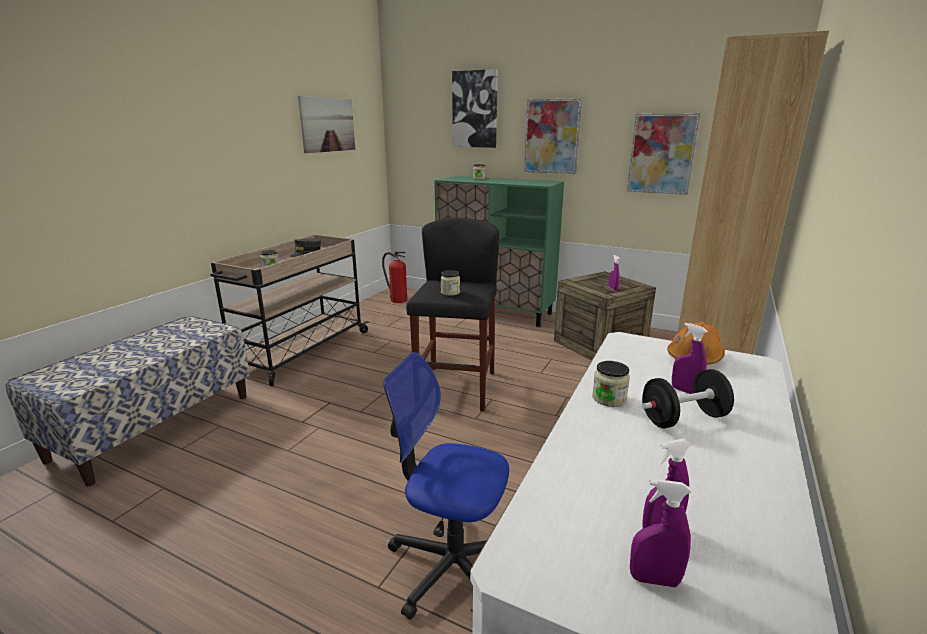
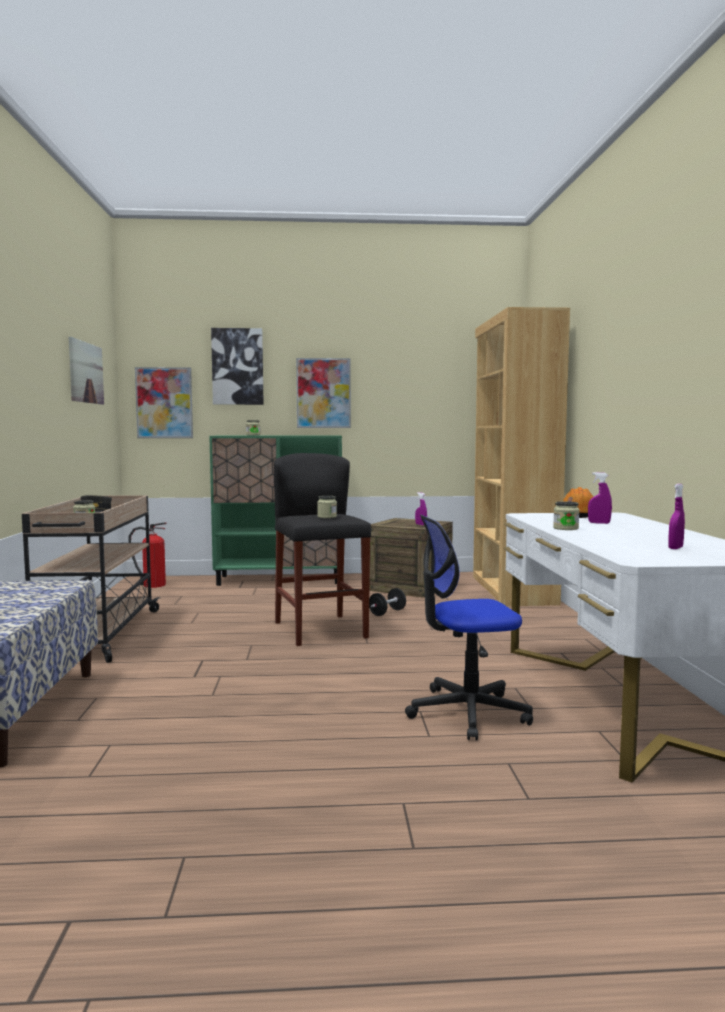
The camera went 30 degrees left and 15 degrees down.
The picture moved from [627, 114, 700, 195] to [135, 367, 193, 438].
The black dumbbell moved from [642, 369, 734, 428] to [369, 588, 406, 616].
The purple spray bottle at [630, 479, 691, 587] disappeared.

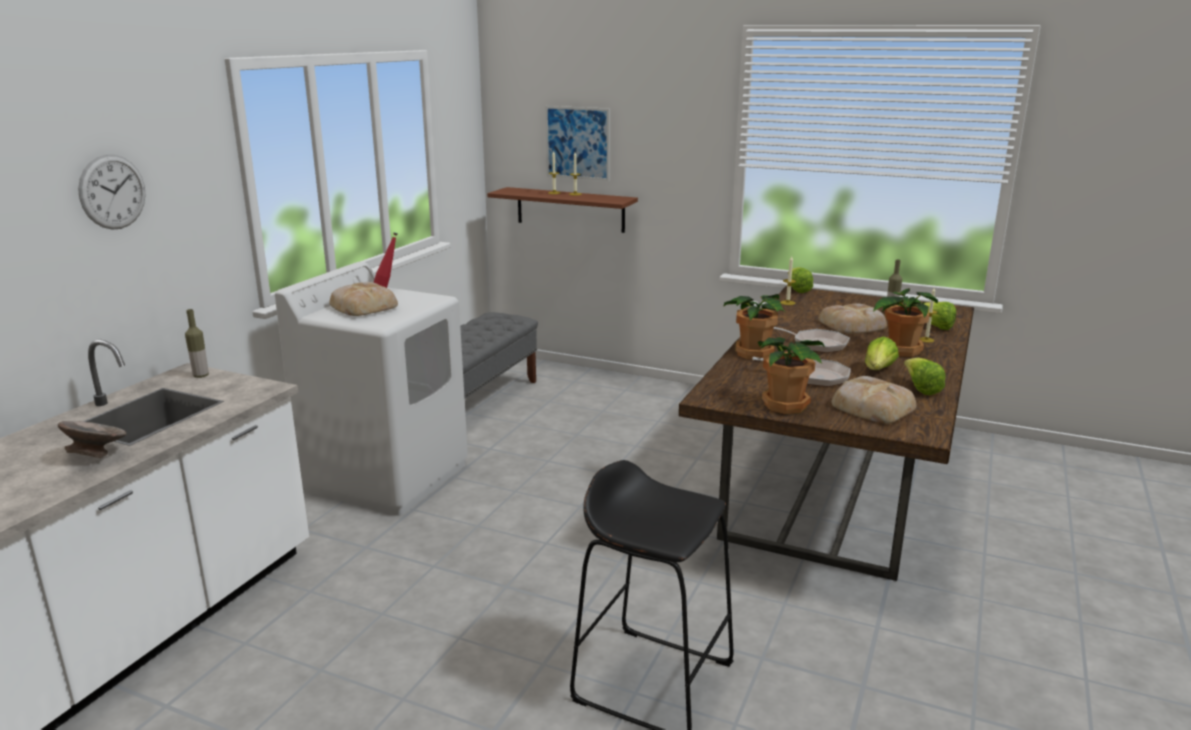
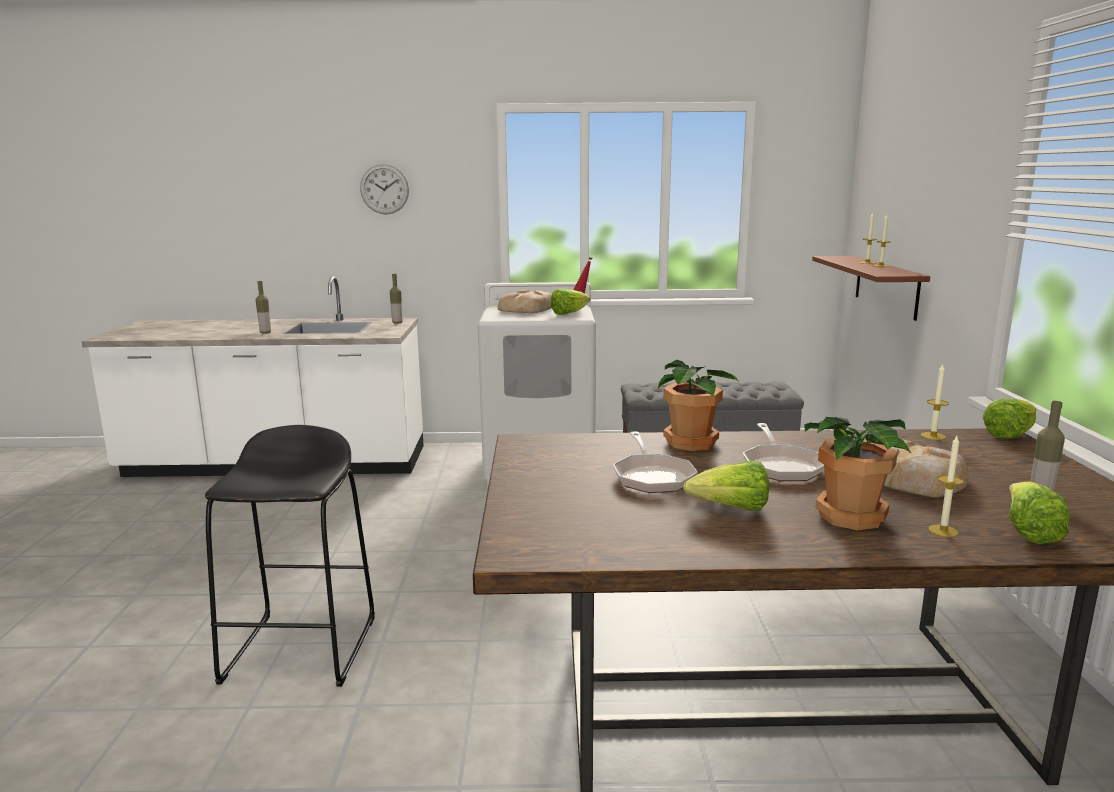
The camera went 65 degrees right and 5 degrees down.
The grey bowl at [58, 421, 126, 458] was replaced by the bottle at [256, 281, 271, 334].
The lettuce moved from [904, 358, 946, 395] to [551, 288, 590, 315].
The picture at [545, 106, 610, 181] disappeared.
The potted plant at [758, 337, 825, 414] disappeared.
The bread at [831, 376, 916, 424] disappeared.

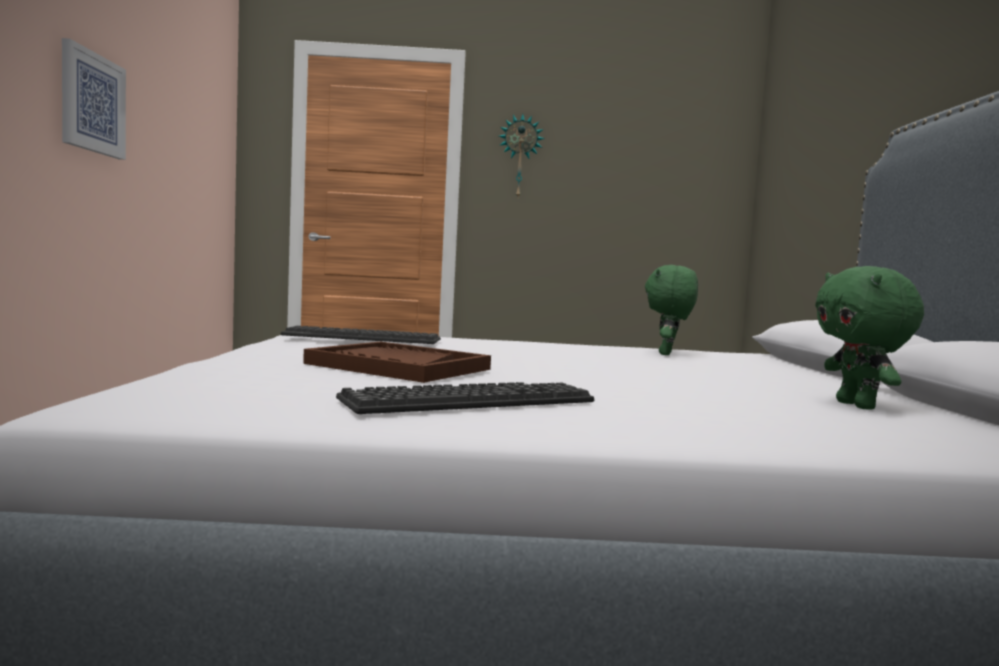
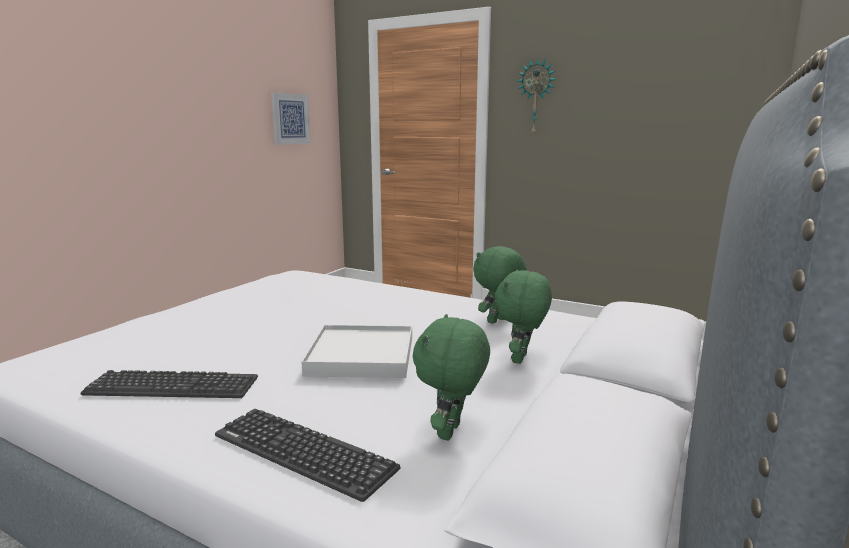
The camera went 30 degrees right and 10 degrees up.
The keyboard moved from [281, 326, 441, 344] to [215, 409, 401, 502].
The picture moved from [62, 38, 126, 160] to [271, 92, 311, 145].
The white tray at [301, 325, 412, 378] appeared.
The green plush toy at [495, 270, 552, 364] appeared.
The brown tray at [303, 342, 491, 383] disappeared.

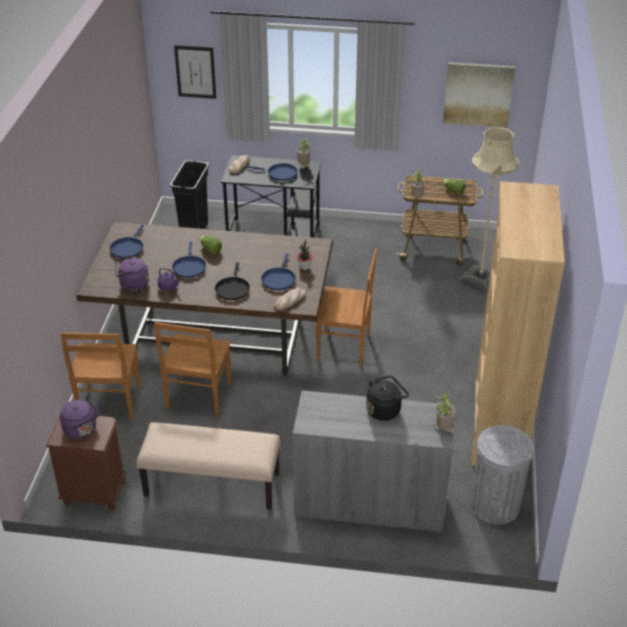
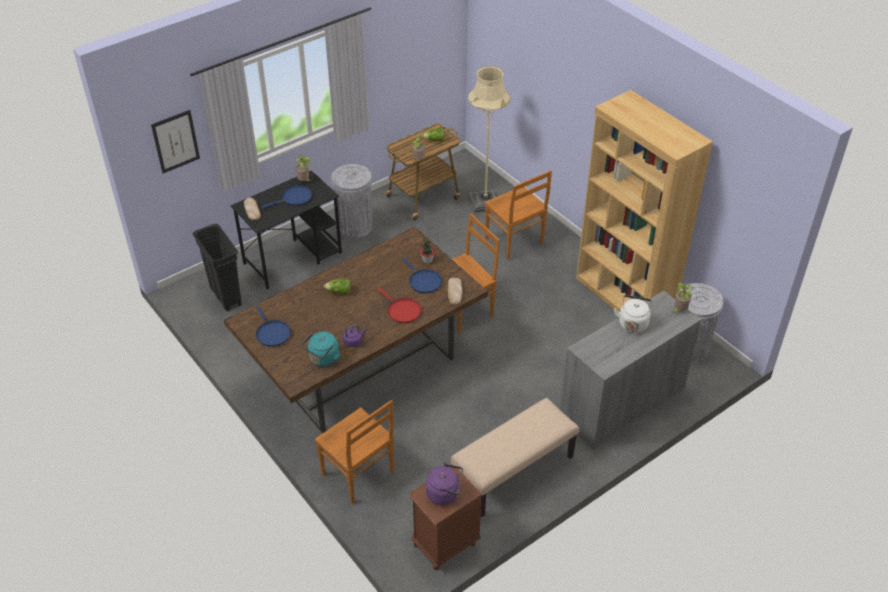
The camera went 45 degrees left and 5 degrees up.
The purple kettle at [115, 255, 149, 291] became the turquoise kettle at [301, 332, 340, 367].
The grey trash can at [331, 164, 372, 238] appeared.
The black frying pan at [215, 262, 250, 300] became the red frying pan at [377, 288, 421, 323].
The brown chair moved from [154, 322, 231, 416] to [485, 170, 552, 260].
The black kettle at [366, 375, 409, 421] became the white kettle at [614, 295, 652, 333].
The blue frying pan at [172, 242, 206, 278] disappeared.
The picture at [443, 62, 515, 127] disappeared.

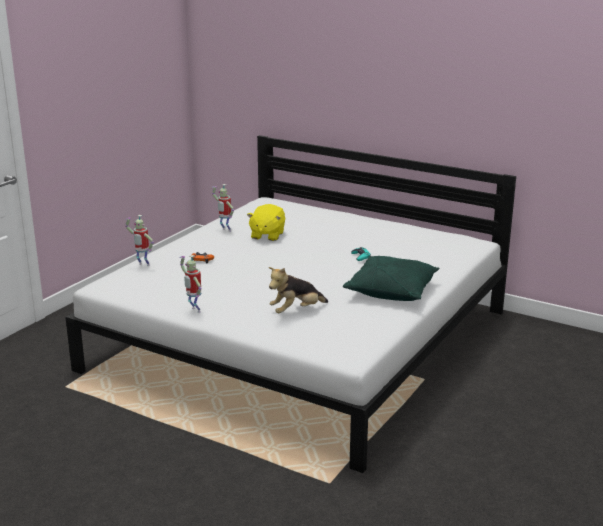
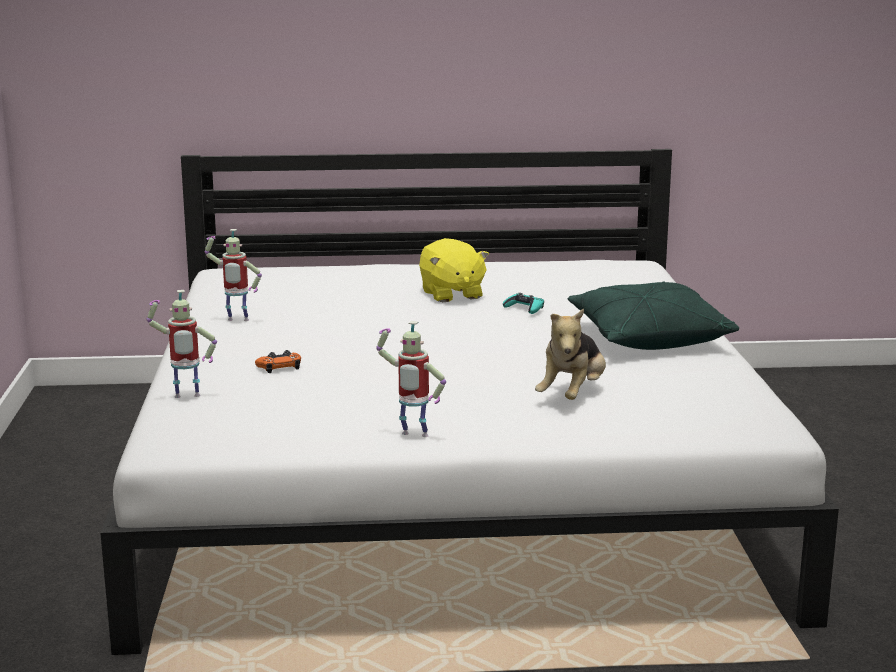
The camera went 35 degrees left and 5 degrees down.
The yellow plush toy moved from [247, 204, 285, 241] to [419, 238, 489, 302].

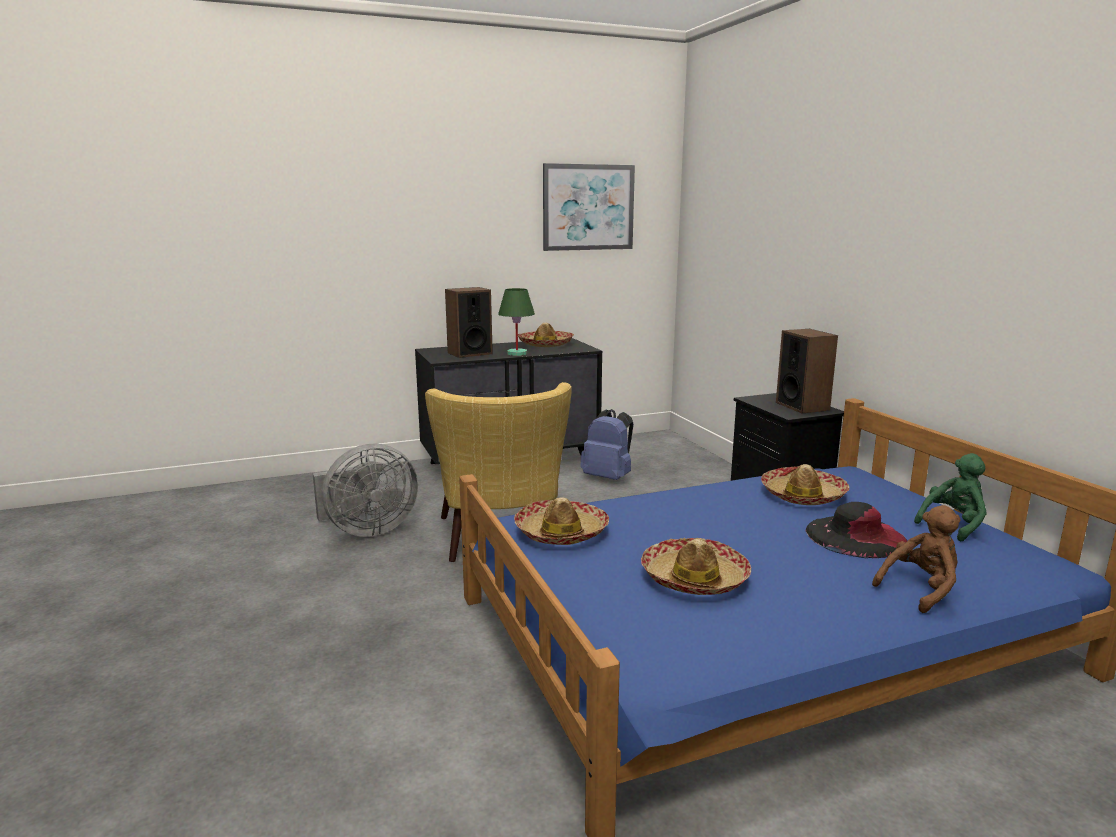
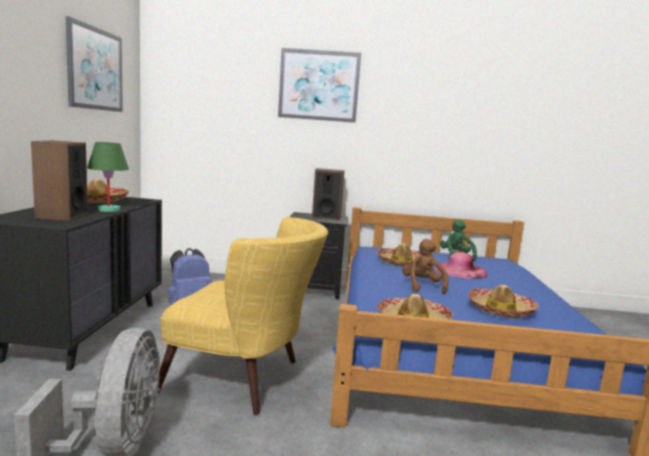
The camera went 65 degrees left and 5 degrees down.
The picture at [278, 48, 361, 123] appeared.
The brown plush toy moved from [872, 505, 961, 613] to [402, 239, 449, 294].
The black hat at [806, 502, 907, 558] became the pink hat at [434, 252, 487, 279].

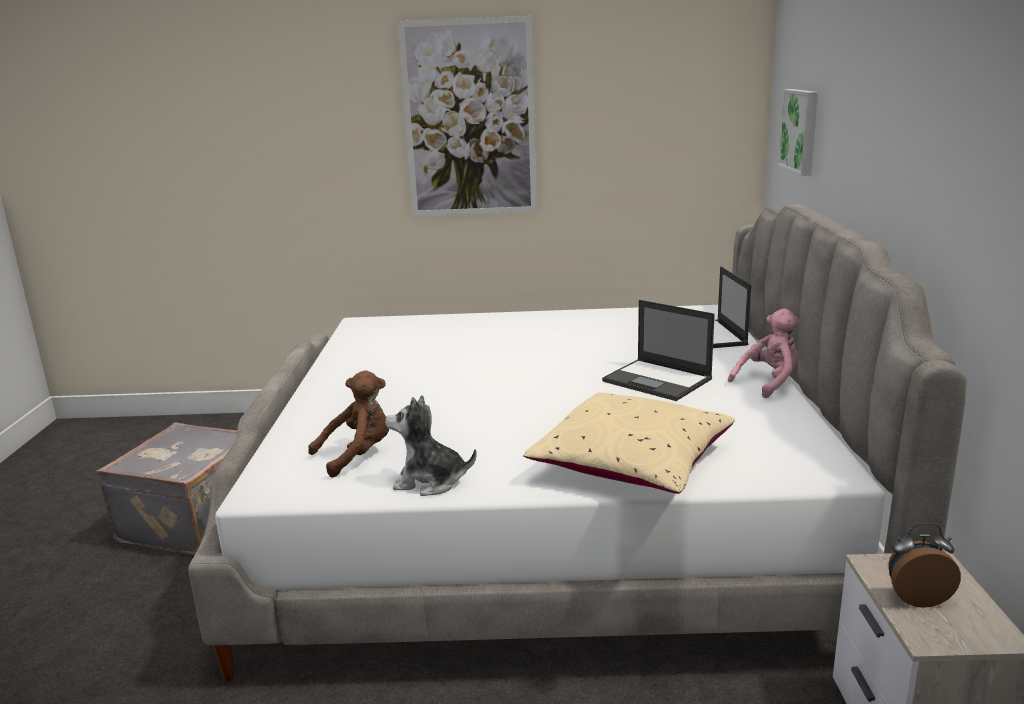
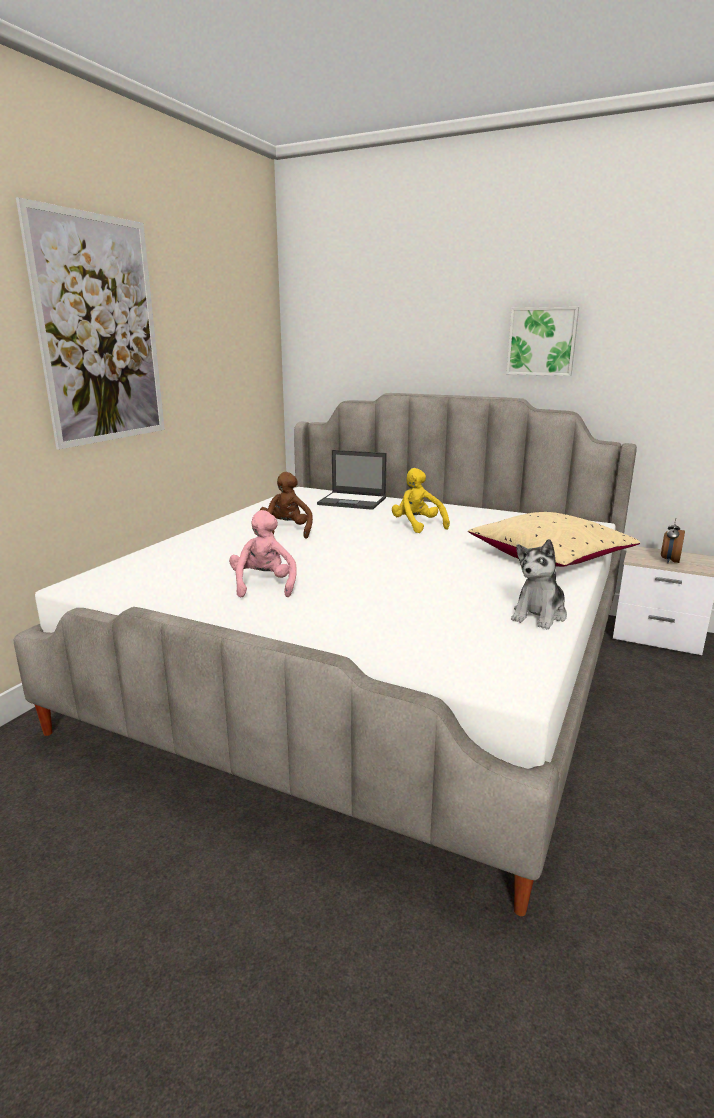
The camera went 65 degrees left and 0 degrees up.
The pink plush toy moved from [728, 309, 799, 398] to [229, 510, 297, 597].
The brown plush toy moved from [308, 370, 389, 478] to [260, 472, 313, 539].
The laptop at [602, 300, 715, 401] was replaced by the yellow plush toy at [392, 468, 450, 533].
The picture moved from [778, 89, 818, 176] to [506, 307, 579, 376].
The grey suitcase at [96, 423, 237, 555] disappeared.

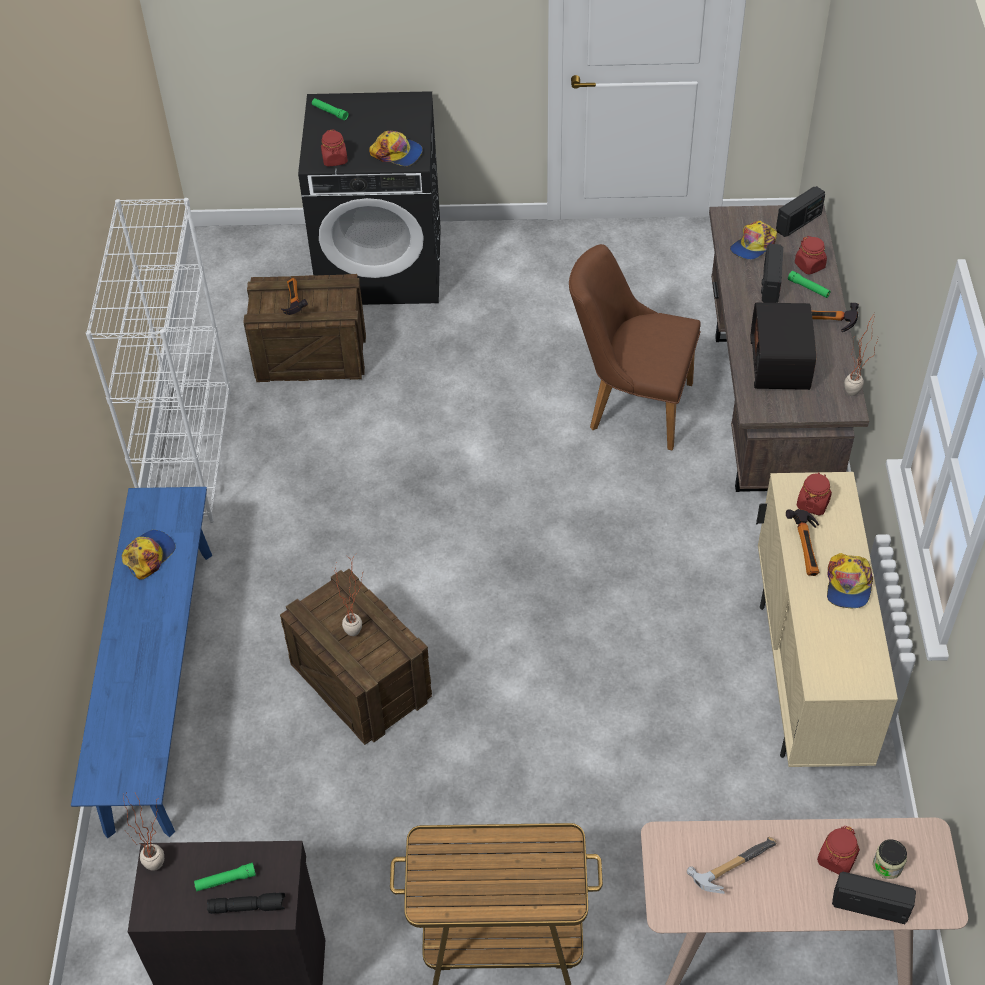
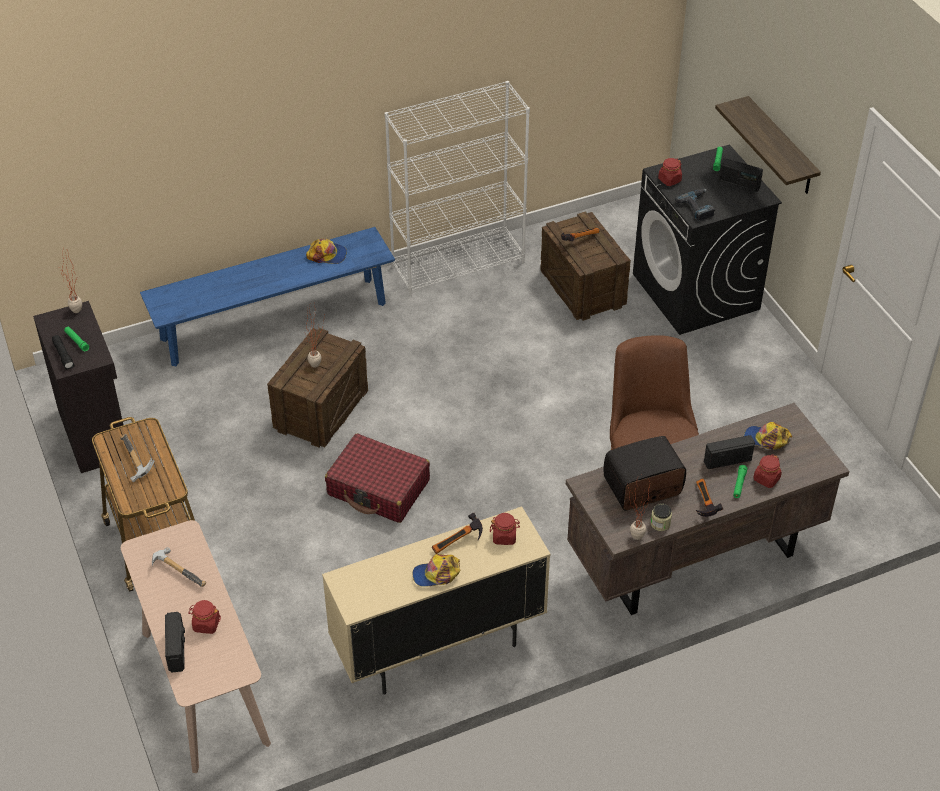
The camera went 65 degrees right and 5 degrees down.
The hammer at [120, 434, 155, 482] appeared.
The red suitcase at [325, 433, 430, 523] appeared.
The jar moved from [873, 839, 907, 879] to [651, 503, 672, 531].
The cap at [369, 131, 423, 166] was replaced by the power drill at [675, 189, 715, 221].
The shelf at [715, 96, 821, 194] appeared.
The radio moved from [776, 186, 825, 237] to [719, 158, 763, 192].

